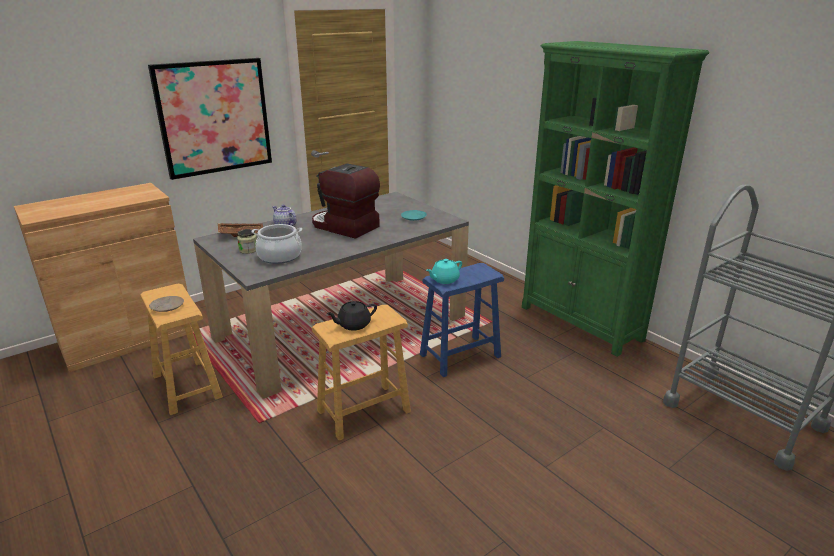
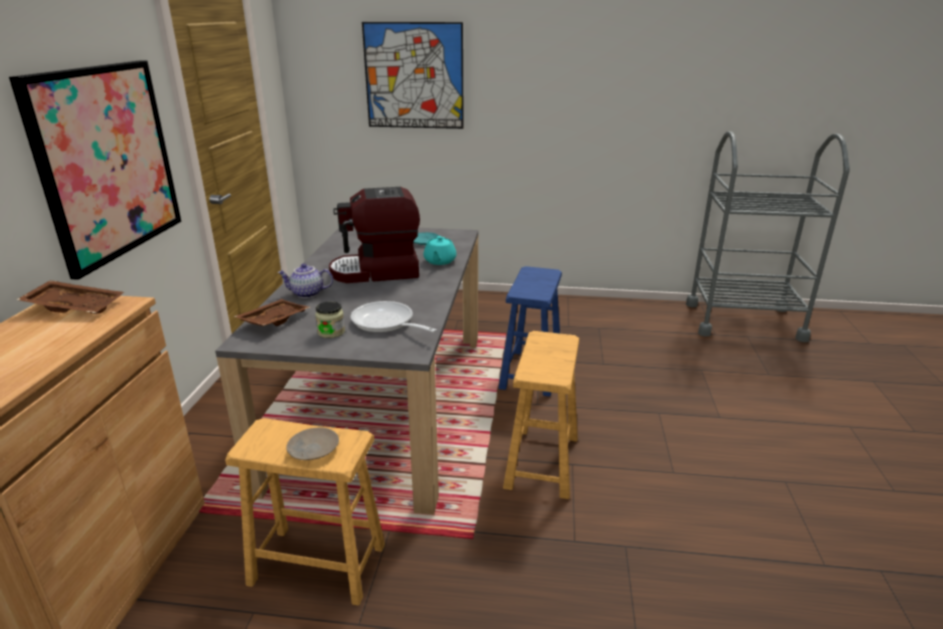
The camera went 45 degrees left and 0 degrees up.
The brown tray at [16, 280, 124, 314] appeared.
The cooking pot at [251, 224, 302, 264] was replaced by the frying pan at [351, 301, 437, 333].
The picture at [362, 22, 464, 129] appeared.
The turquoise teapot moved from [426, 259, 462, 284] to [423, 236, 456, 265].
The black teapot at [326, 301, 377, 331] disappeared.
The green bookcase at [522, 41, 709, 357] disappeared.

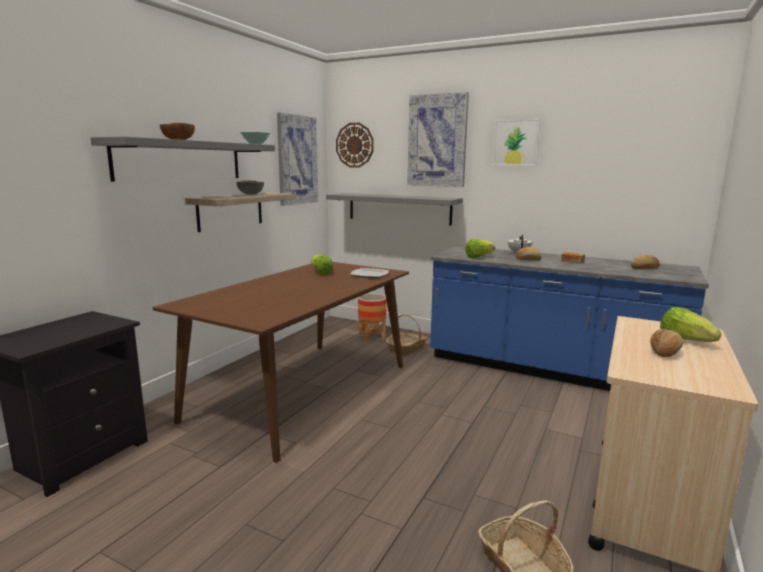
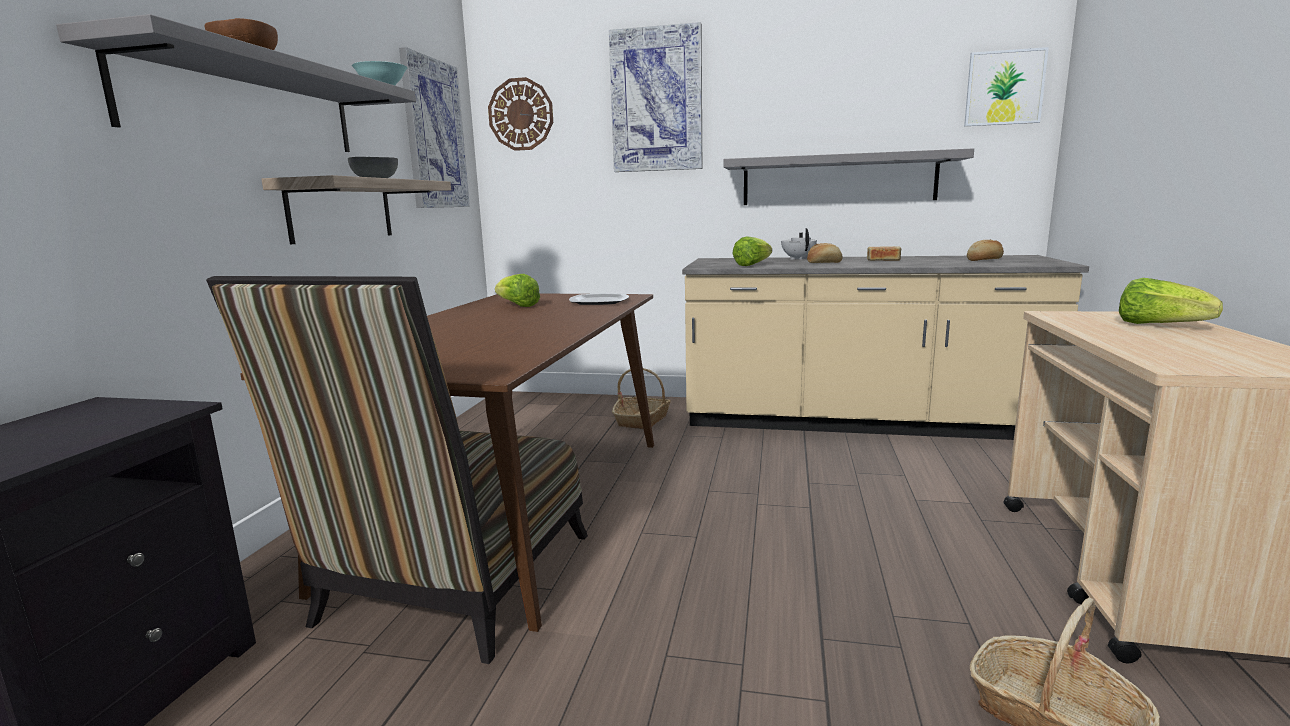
The camera went 15 degrees left and 0 degrees up.
The chair at [206, 276, 588, 664] appeared.
The blue counter at [430, 246, 709, 391] became the beige counter at [682, 255, 1089, 440].
The grey shelf moved from [326, 193, 463, 226] to [723, 148, 974, 205].
The picture moved from [492, 119, 540, 166] to [964, 47, 1049, 126].
The planter at [358, 293, 387, 341] disappeared.
The bread at [650, 329, 683, 357] disappeared.

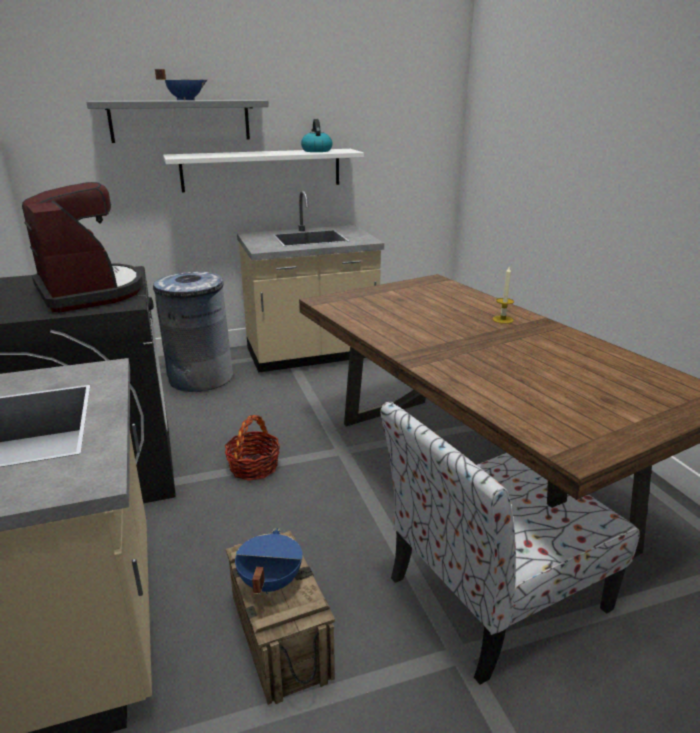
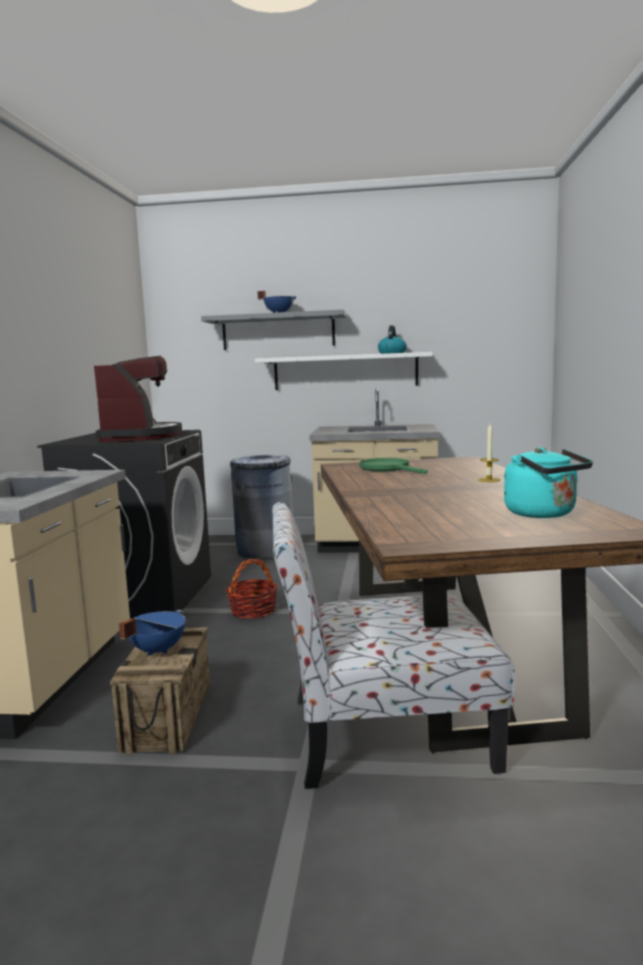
The camera went 25 degrees right and 15 degrees down.
The green frying pan at [359, 458, 428, 474] appeared.
The turquoise kettle at [504, 447, 593, 518] appeared.

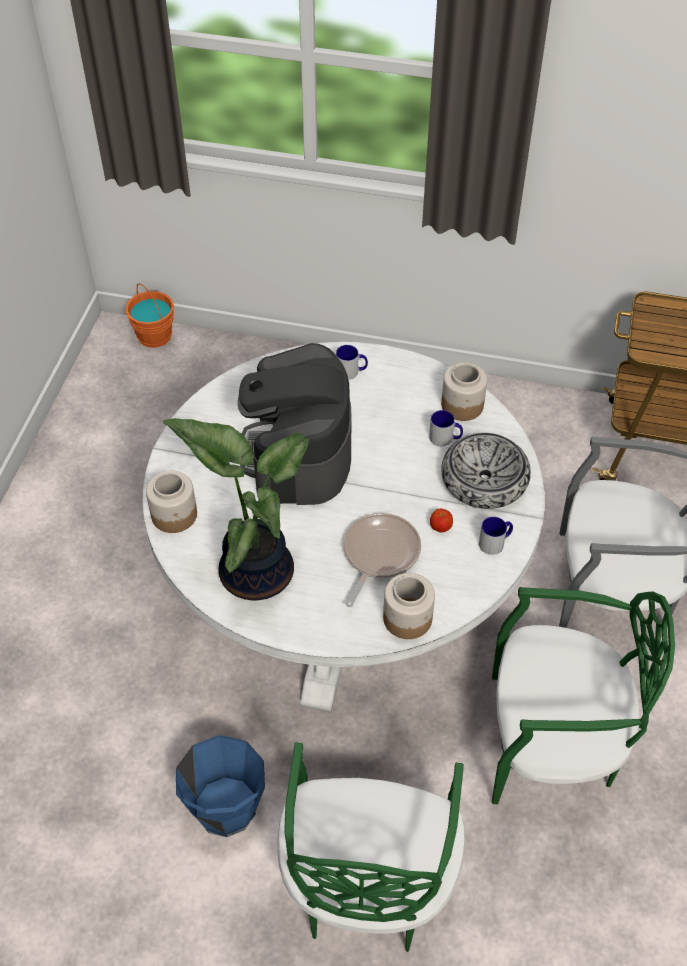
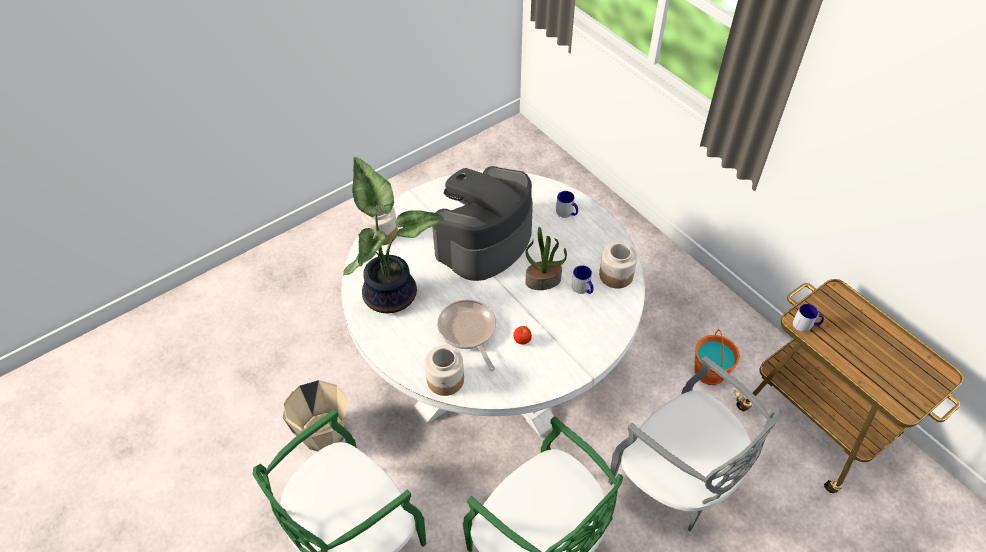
The camera went 40 degrees right and 0 degrees up.
The blue bucket at [176, 735, 265, 837] became the beige bucket at [283, 380, 347, 452].
The frying pan at [344, 513, 421, 607] turned 90 degrees counterclockwise.
The potted plant at [525, 227, 567, 290] appeared.
The orange bucket moved from [126, 283, 174, 348] to [694, 329, 740, 385].
The mug moved from [479, 517, 513, 555] to [793, 304, 824, 332].
The bowl at [441, 433, 531, 509] disappeared.

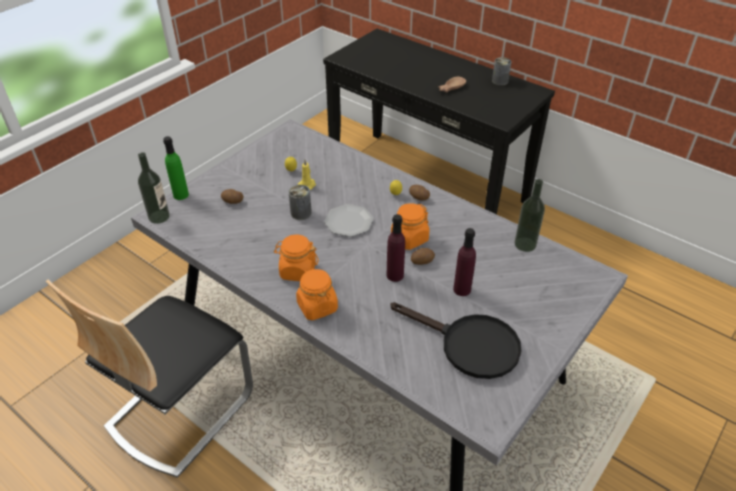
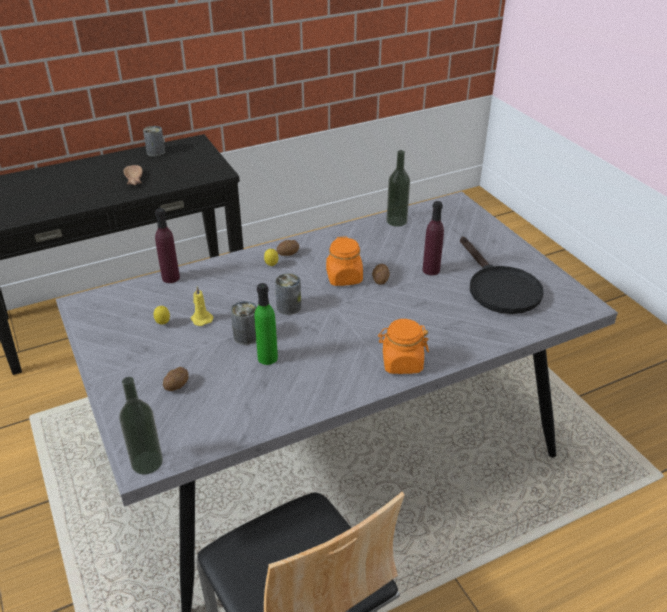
The camera went 65 degrees left and 5 degrees down.
The purple bottle moved from [387, 214, 405, 282] to [155, 208, 180, 283].
The green bottle moved from [163, 136, 189, 200] to [254, 283, 278, 365].
The plate at [324, 204, 374, 237] was replaced by the can at [275, 273, 301, 315].
The black frying pan at [390, 302, 522, 379] turned 105 degrees clockwise.
The orange jar at [274, 234, 319, 281] disappeared.

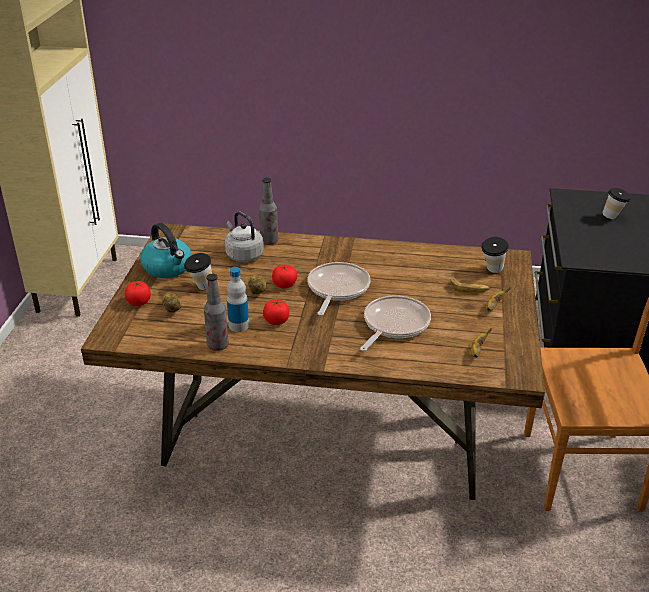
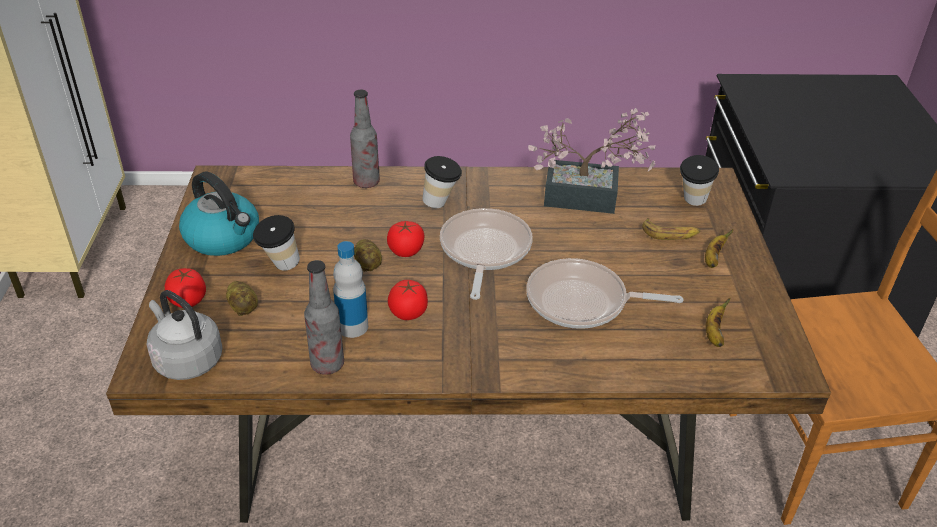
The camera went 10 degrees left and 5 degrees up.
The grey kettle moved from [225, 212, 264, 262] to [147, 290, 222, 380].
The cup moved from [602, 188, 631, 219] to [423, 156, 462, 208].
The frying pan at [360, 295, 431, 351] turned 105 degrees counterclockwise.
The potted plant at [528, 108, 656, 214] appeared.

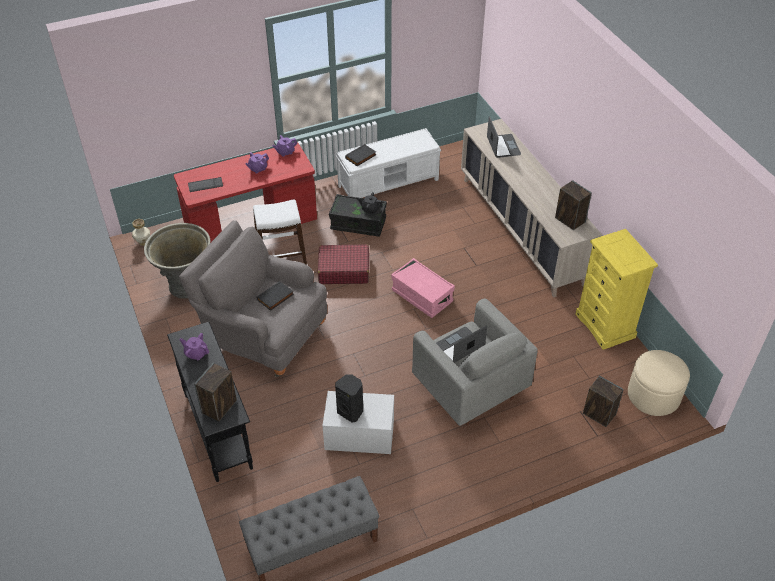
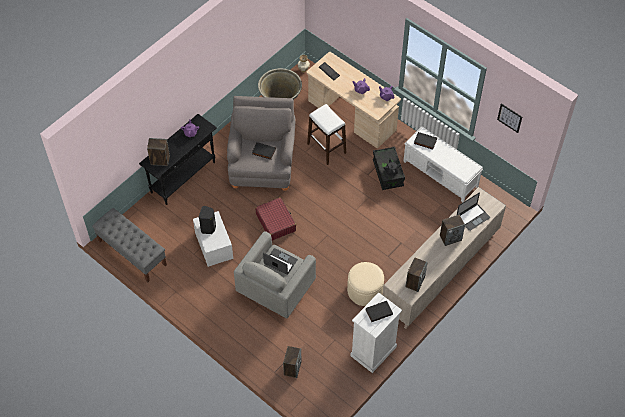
The camera went 65 degrees right and 10 degrees up.
The red suitcase moved from [318, 244, 369, 284] to [255, 197, 296, 241].
The red desk at [174, 142, 317, 242] became the beige desk at [307, 52, 401, 148].
The beige ottoman moved from [628, 350, 690, 416] to [347, 262, 384, 306].
The yellow dresser at [575, 229, 658, 350] became the white dresser at [350, 293, 402, 373].
The black book at [365, 301, 393, 322] appeared.
The speaker at [440, 215, 465, 246] appeared.
The picture at [497, 103, 522, 133] appeared.
The pink storage box at [391, 258, 455, 318] disappeared.

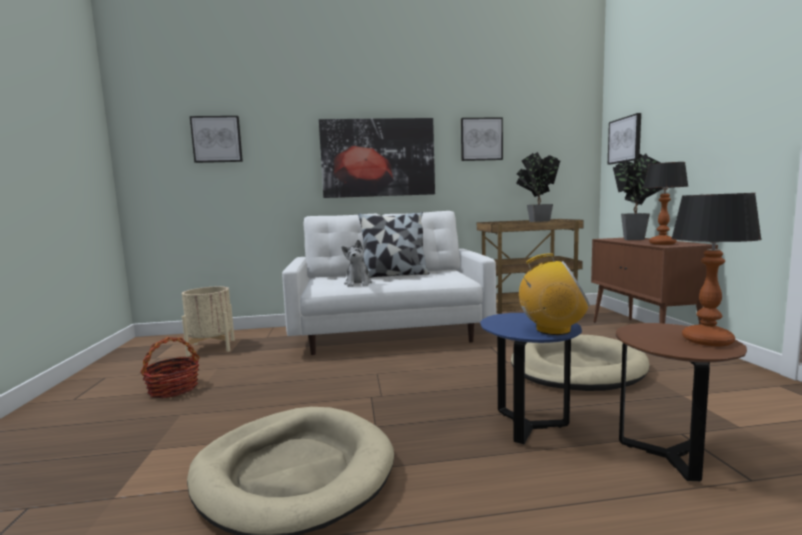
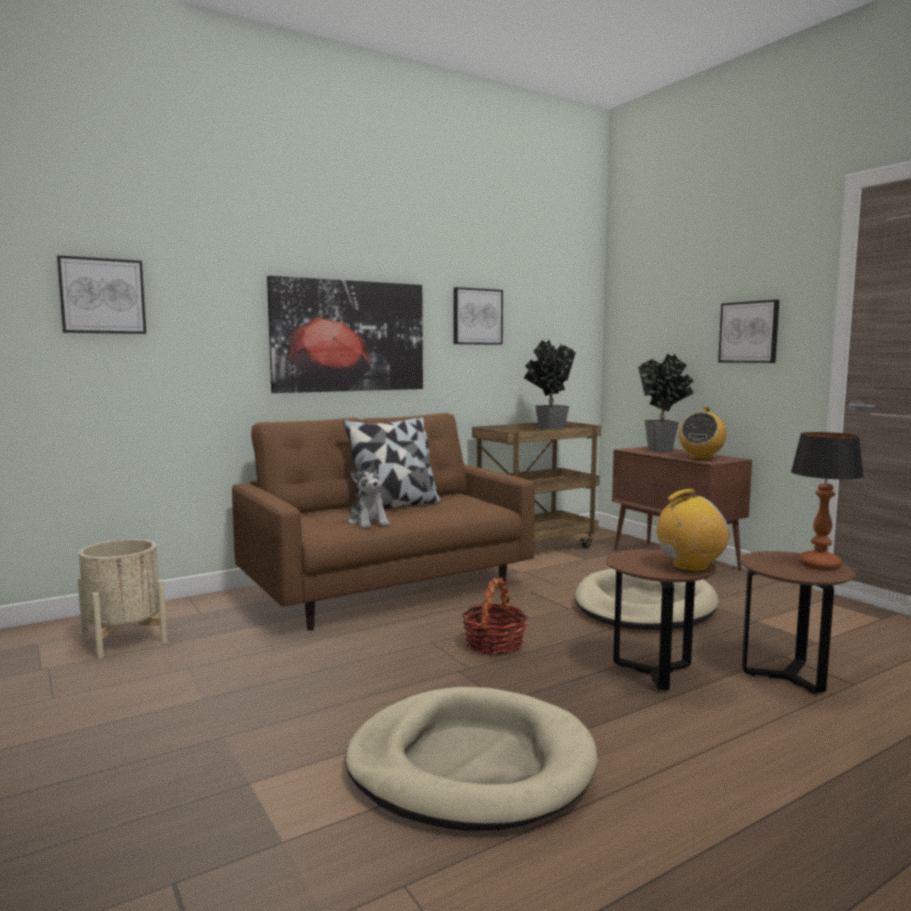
The camera went 25 degrees left and 0 degrees up.
The white sofa at [282, 211, 496, 355] became the brown sofa at [232, 413, 535, 631].
The basket moved from [140, 337, 200, 398] to [462, 578, 528, 655].
The blue side table at [480, 313, 582, 444] became the brown side table at [606, 549, 716, 690].
The table lamp at [643, 162, 688, 245] was replaced by the radio at [679, 406, 727, 460].
The picture moved from [608, 113, 641, 164] to [718, 300, 779, 363].

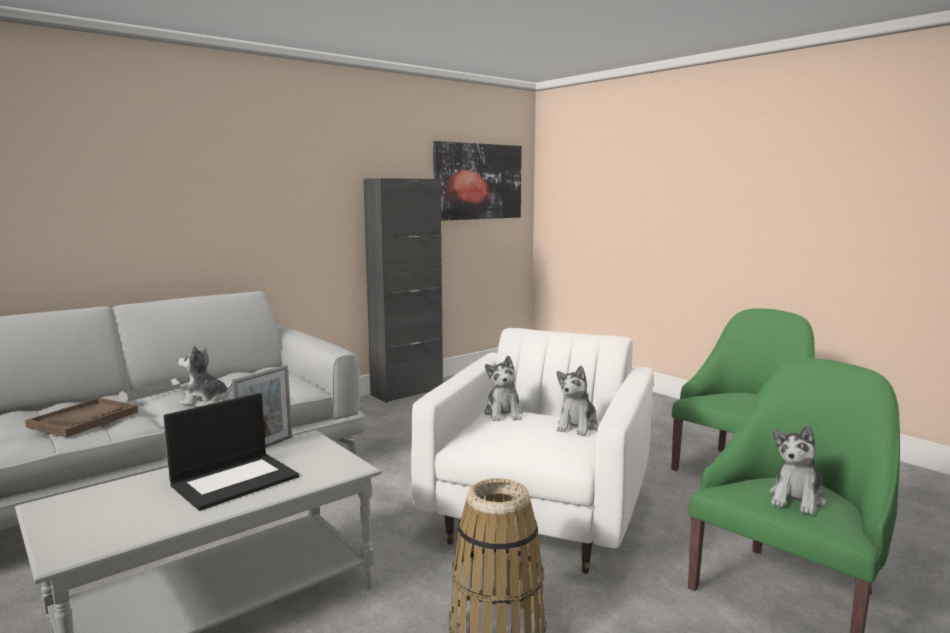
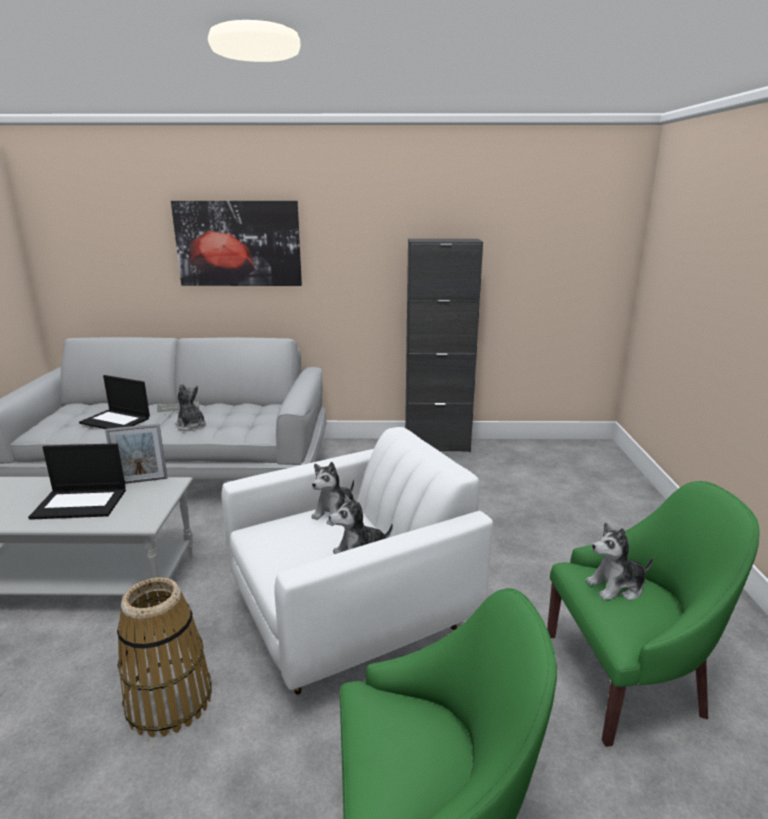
The camera went 40 degrees right and 10 degrees up.
The brown tray at [25, 398, 138, 437] was replaced by the laptop at [79, 375, 150, 429].
The picture moved from [433, 141, 522, 221] to [171, 201, 302, 286].
The plush toy moved from [770, 425, 826, 515] to [586, 522, 653, 601].

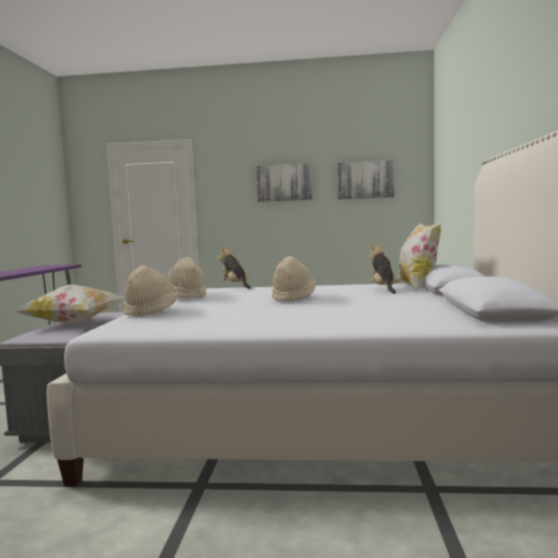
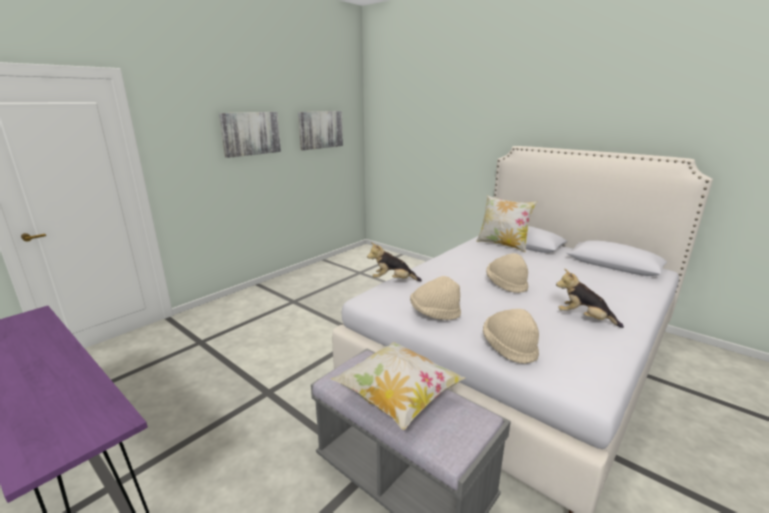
The camera went 55 degrees left and 15 degrees up.
The plush toy moved from [370, 243, 400, 294] to [556, 269, 624, 328].

